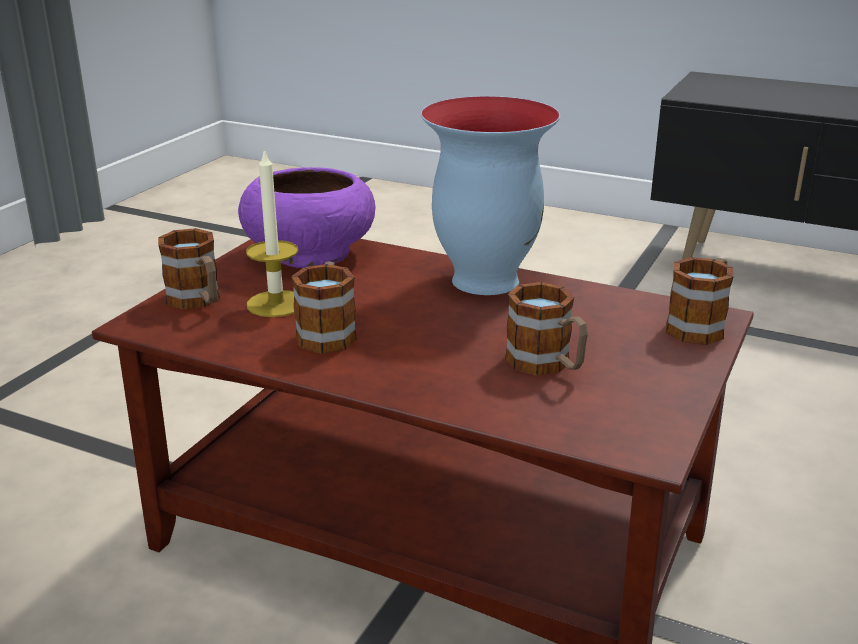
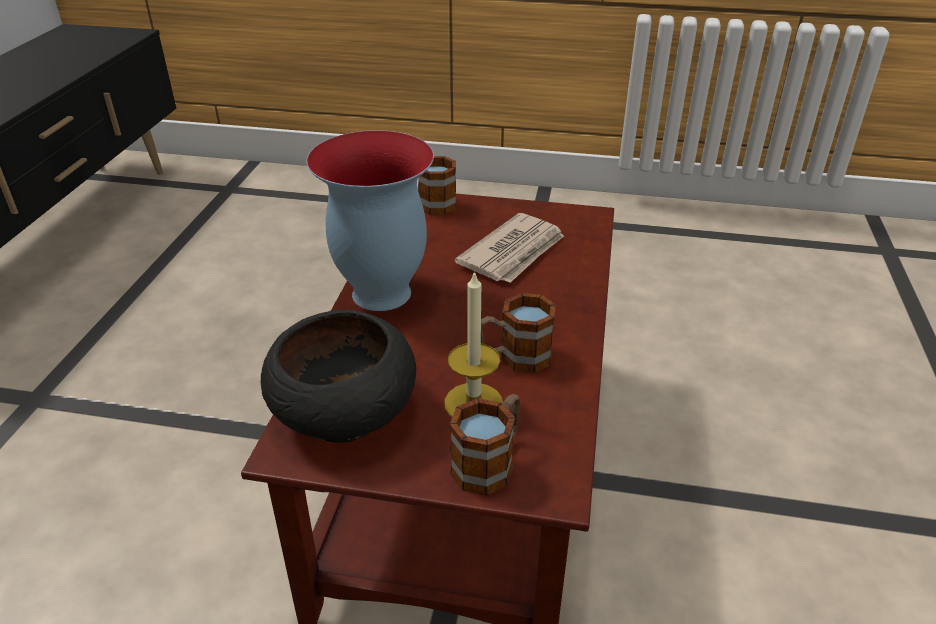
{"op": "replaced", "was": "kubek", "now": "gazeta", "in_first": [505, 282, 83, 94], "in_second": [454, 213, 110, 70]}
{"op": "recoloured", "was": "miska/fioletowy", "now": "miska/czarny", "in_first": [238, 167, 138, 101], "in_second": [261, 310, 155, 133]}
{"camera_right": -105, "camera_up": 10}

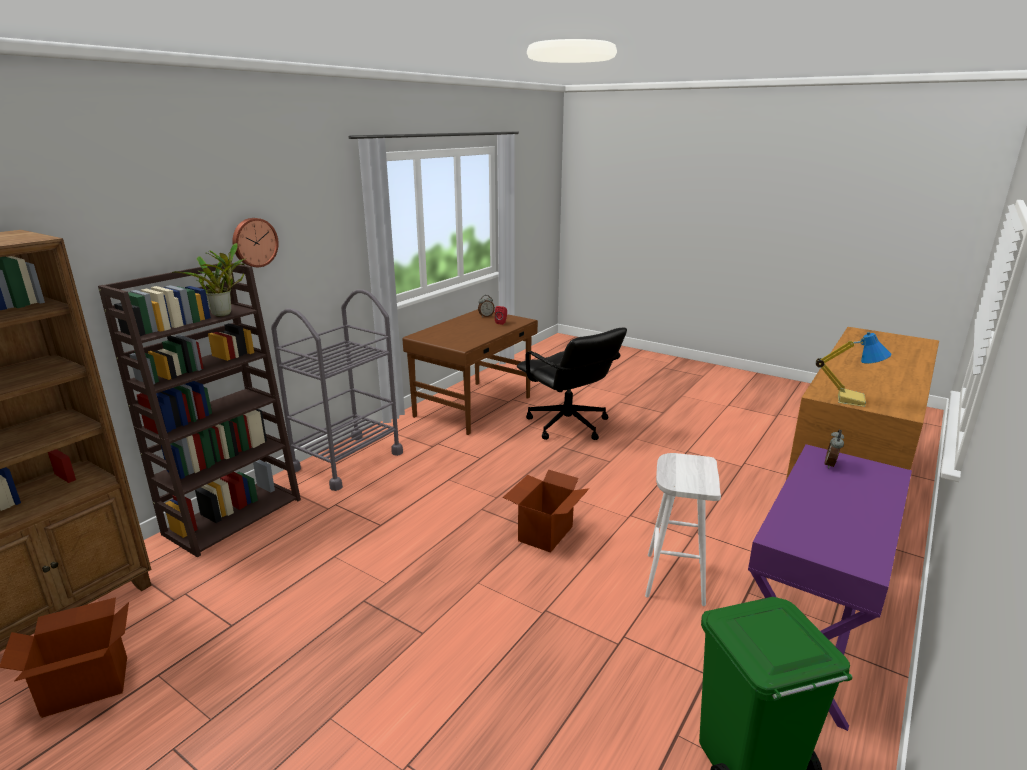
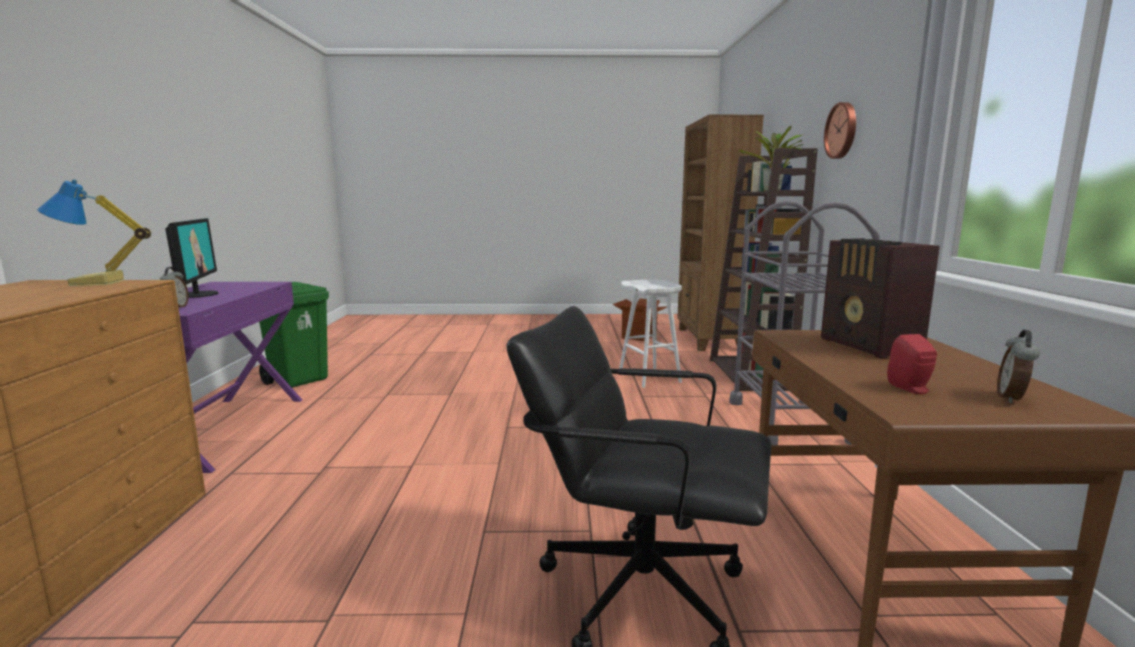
{"op": "removed", "was": "karton", "in_first": [503, 469, 86, 84]}
{"op": "added", "now": "monitor", "in_second": [165, 218, 53, 80]}
{"op": "added", "now": "radio", "in_second": [821, 238, 119, 120]}
{"op": "moved", "was": "stołek/biały", "in_first": [645, 453, 76, 153], "in_second": [619, 279, 63, 109]}
{"camera_right": 145, "camera_up": -10}

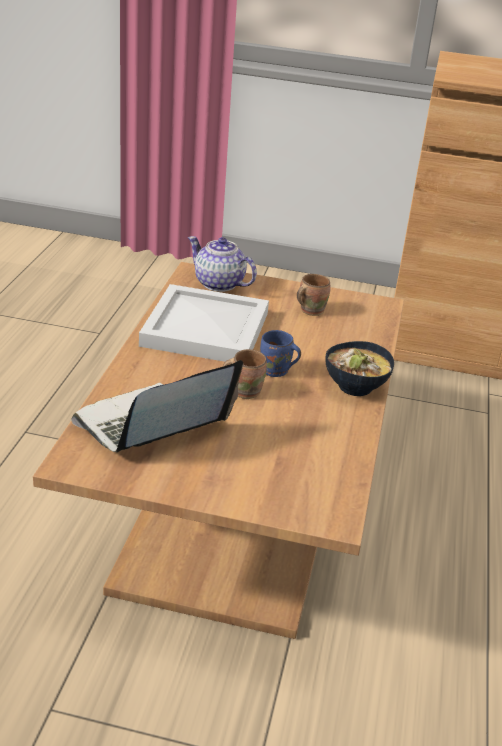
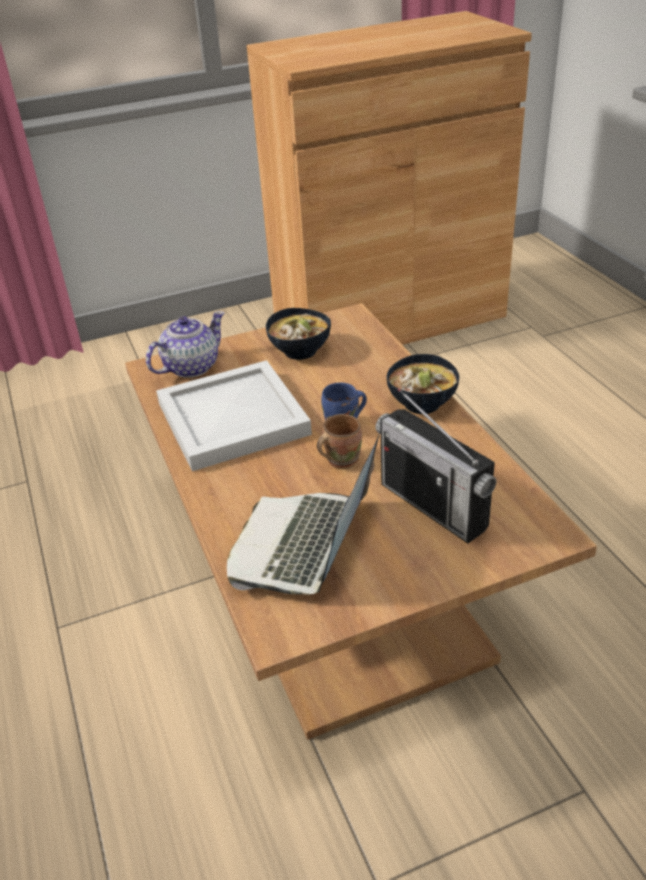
{"op": "added", "now": "radio", "in_second": [375, 388, 121, 155]}
{"op": "replaced", "was": "kubek/brązowy", "now": "miska", "in_first": [297, 274, 33, 42], "in_second": [266, 308, 65, 52]}
{"op": "turned", "was": "imbryk", "in_first": [188, 236, 69, 56], "in_second": [146, 311, 78, 67], "clockwise": 135}
{"camera_right": -30, "camera_up": 5}

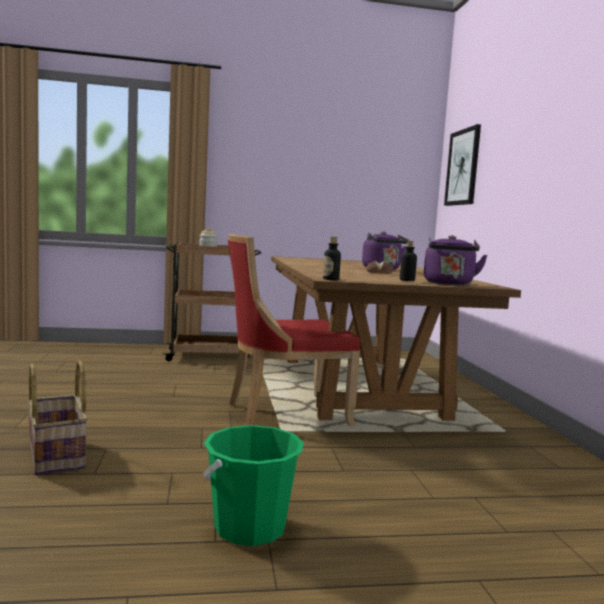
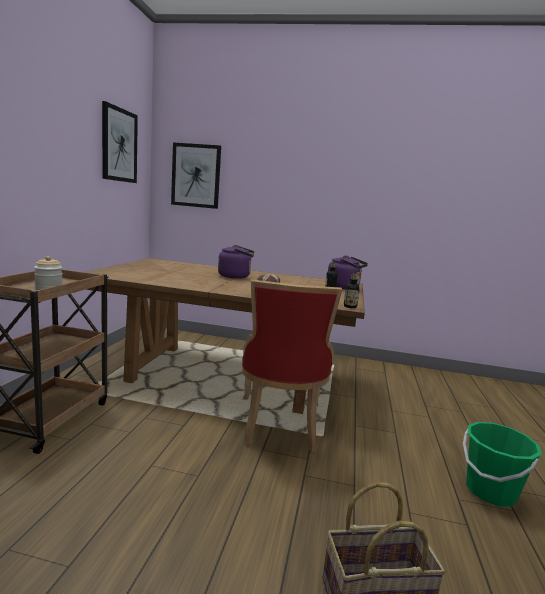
{"op": "added", "now": "obraz", "in_second": [102, 101, 36, 82]}
{"camera_right": -70, "camera_up": 5}

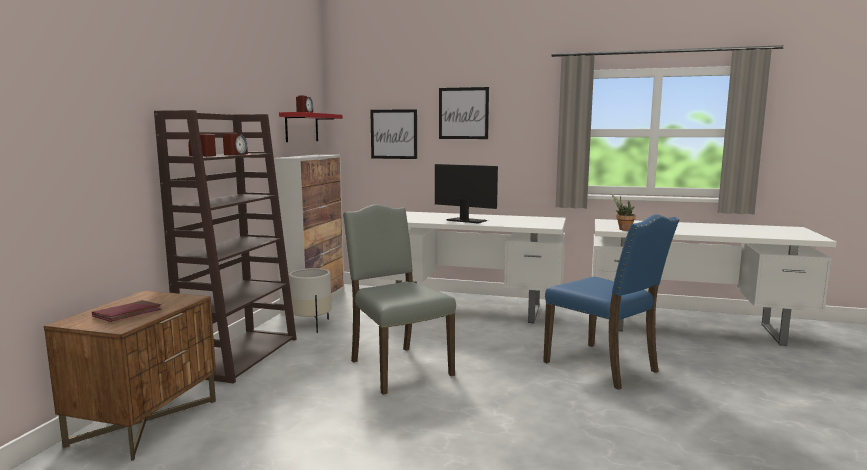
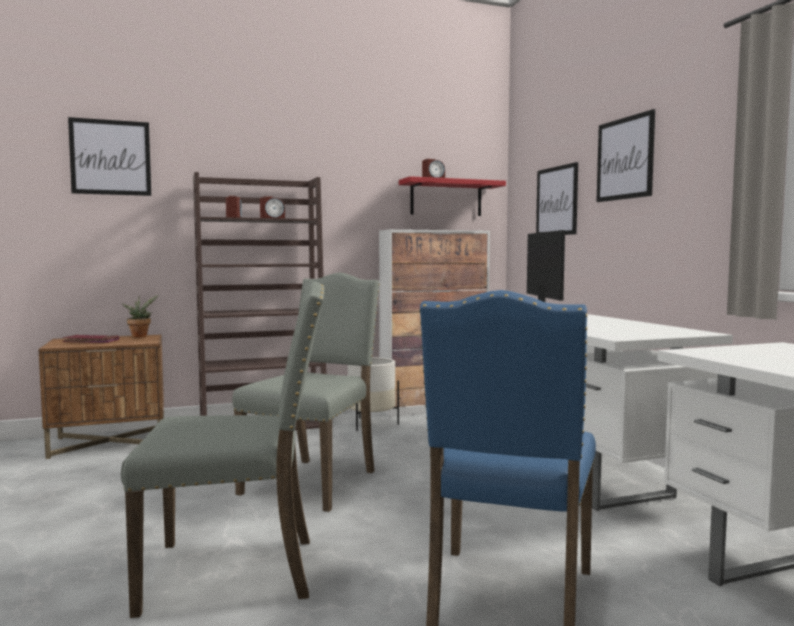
{"op": "added", "now": "obraz", "in_second": [68, 117, 83, 79]}
{"op": "added", "now": "krzesło/szary", "in_second": [121, 282, 203, 336]}
{"op": "moved", "was": "roślina doniczkowa", "in_first": [612, 194, 24, 37], "in_second": [122, 295, 37, 43]}
{"camera_right": 55, "camera_up": -5}

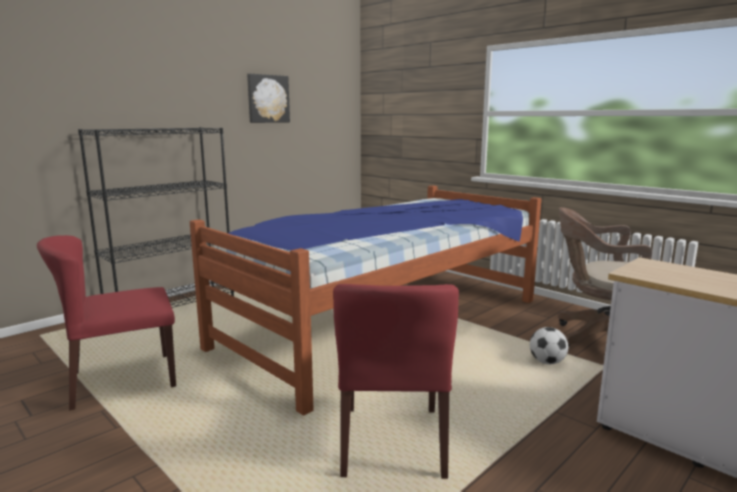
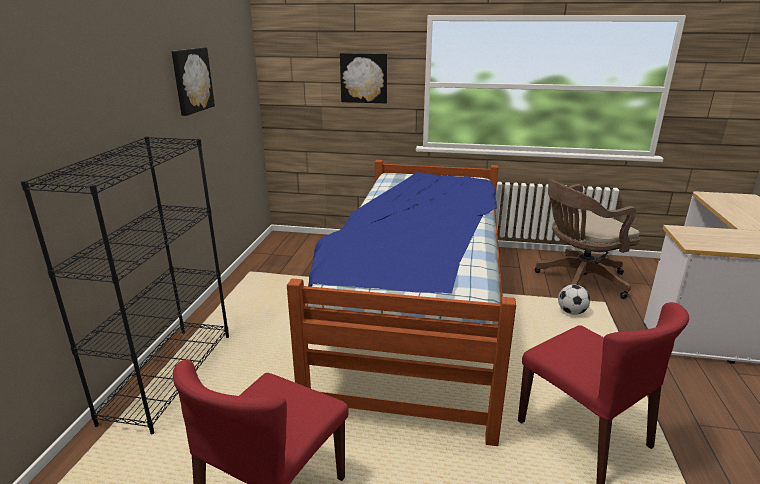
{"op": "added", "now": "obraz", "in_second": [340, 53, 47, 51]}
{"camera_right": -35, "camera_up": 10}

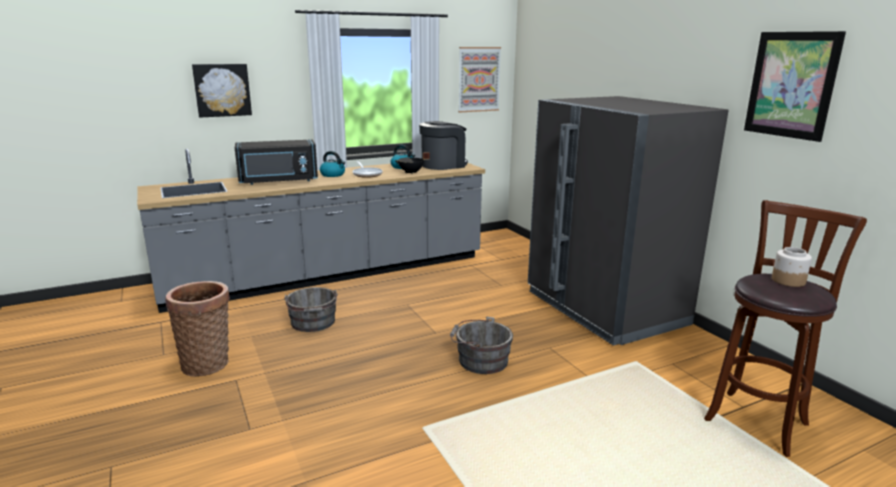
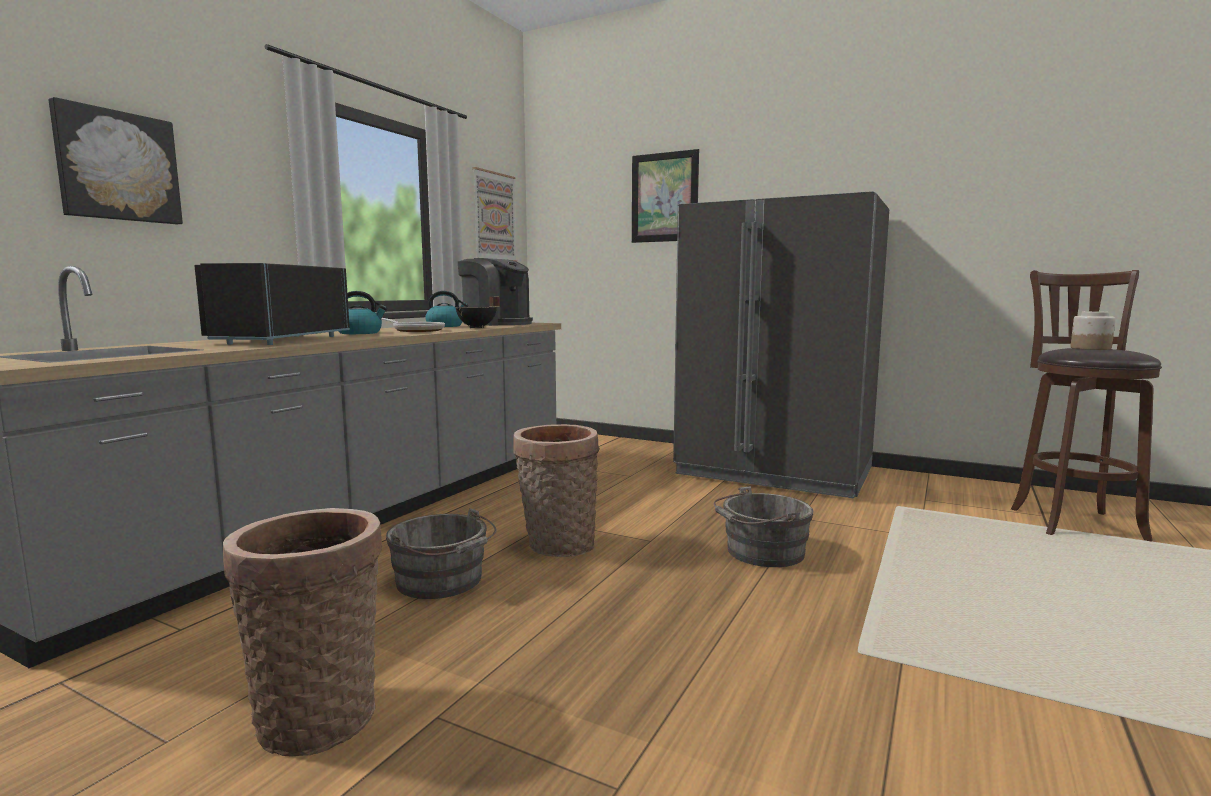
{"op": "added", "now": "koszyk", "in_second": [513, 424, 87, 133]}
{"op": "moved", "was": "obraz", "in_first": [744, 31, 102, 111], "in_second": [632, 149, 67, 94]}
{"op": "turned", "was": "mikrofalówka/czarny", "in_first": [235, 139, 83, 46], "in_second": [194, 263, 156, 82], "clockwise": 150}
{"op": "turned", "was": "ekspres do kawy", "in_first": [419, 121, 49, 49], "in_second": [458, 258, 75, 68], "clockwise": 105}
{"camera_right": -35, "camera_up": -10}

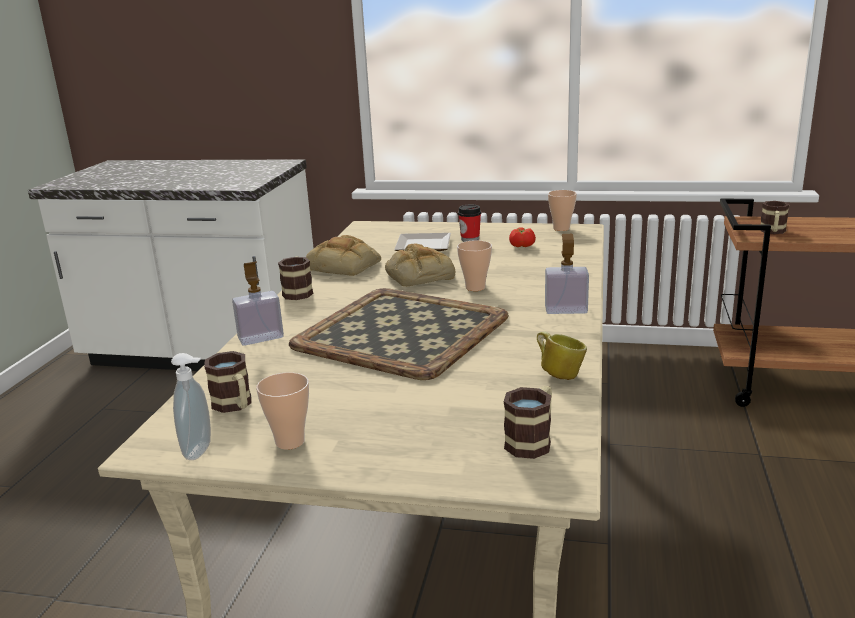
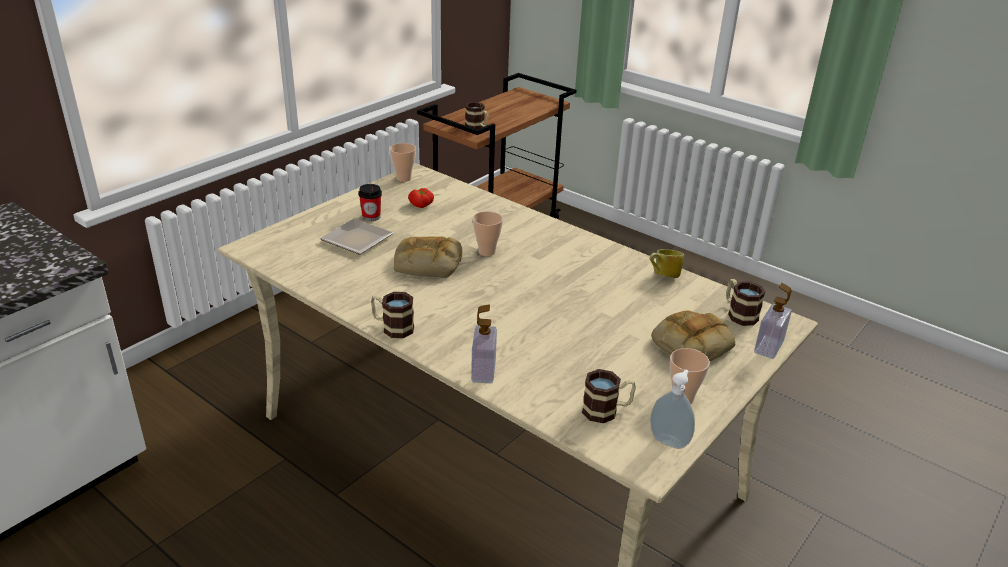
{"op": "removed", "was": "taca", "in_first": [289, 288, 220, 92]}
{"op": "moved", "was": "chleb", "in_first": [306, 235, 75, 41], "in_second": [651, 310, 84, 51]}
{"op": "moved", "was": "dozownik mydła", "in_first": [545, 234, 44, 80], "in_second": [754, 283, 37, 76]}
{"camera_right": -65, "camera_up": 10}

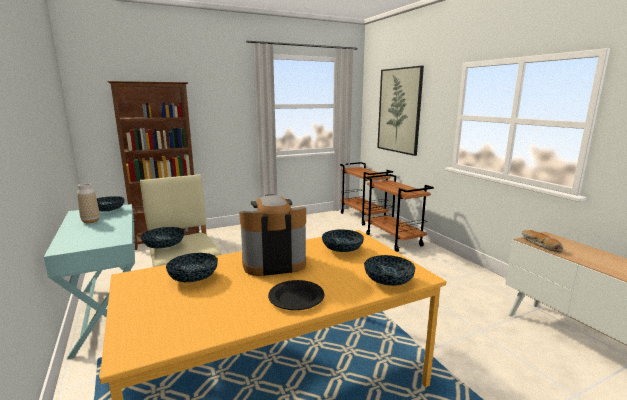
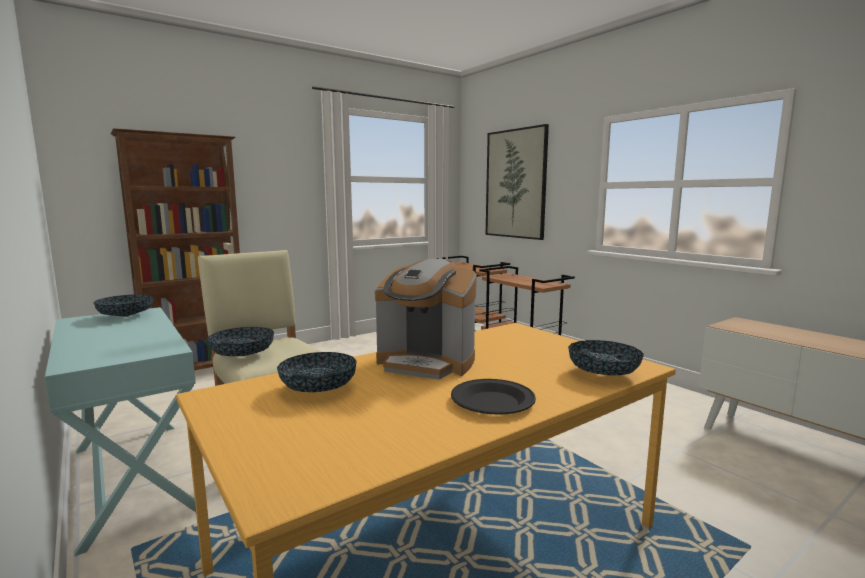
{"op": "removed", "was": "wazon", "in_first": [77, 183, 23, 40]}
{"op": "removed", "was": "miska", "in_first": [322, 230, 42, 22]}
{"op": "removed", "was": "chleb", "in_first": [522, 230, 41, 22]}
{"op": "turned", "was": "ekspres do kawy", "in_first": [239, 194, 67, 82], "in_second": [375, 258, 102, 122], "clockwise": -135}
{"camera_right": -10, "camera_up": -5}

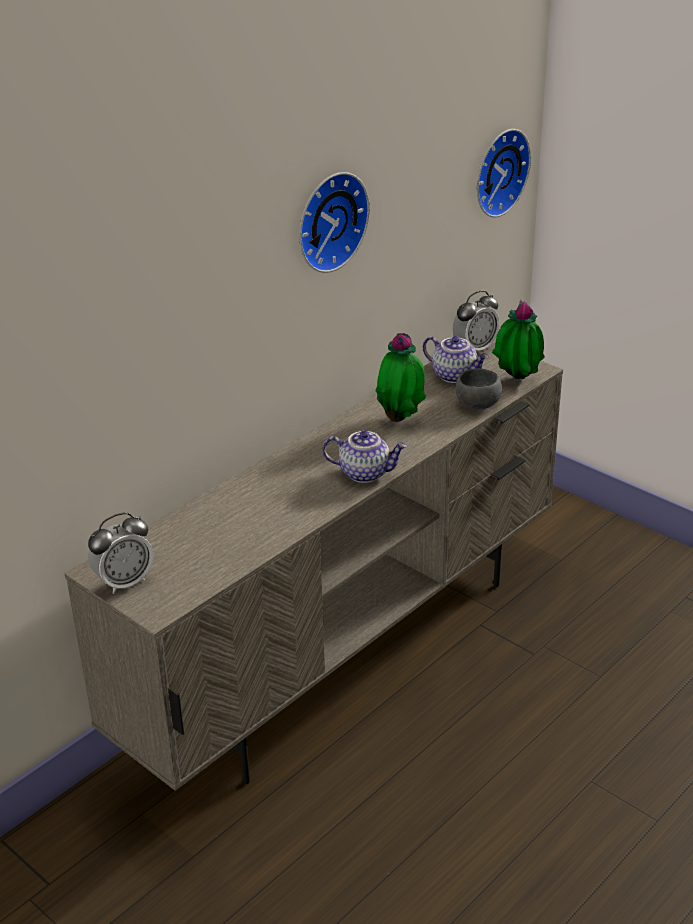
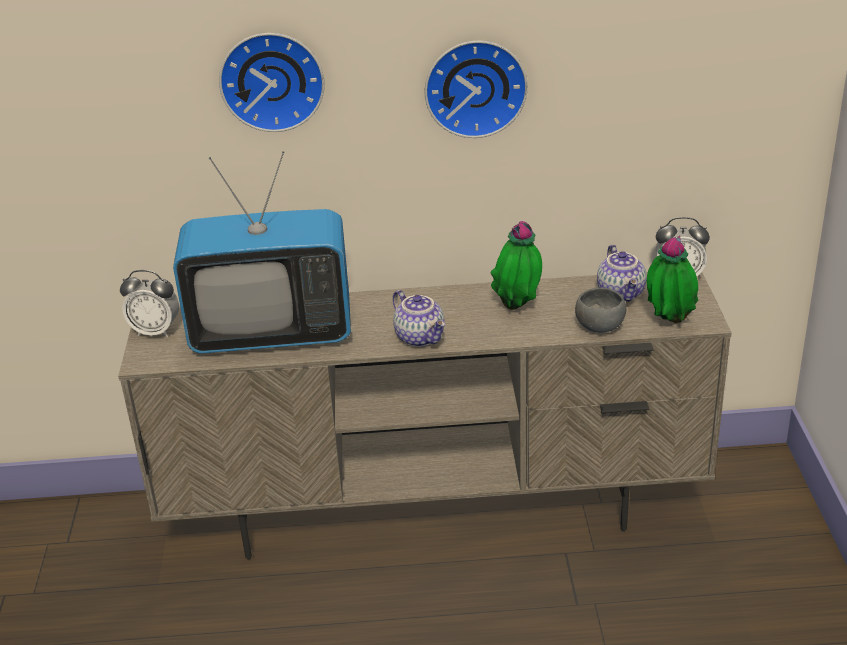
{"op": "added", "now": "telewizor", "in_second": [173, 151, 178, 202]}
{"op": "moved", "was": "zegar ścienny", "in_first": [477, 129, 54, 89], "in_second": [219, 33, 106, 99]}
{"camera_right": 45, "camera_up": 0}

